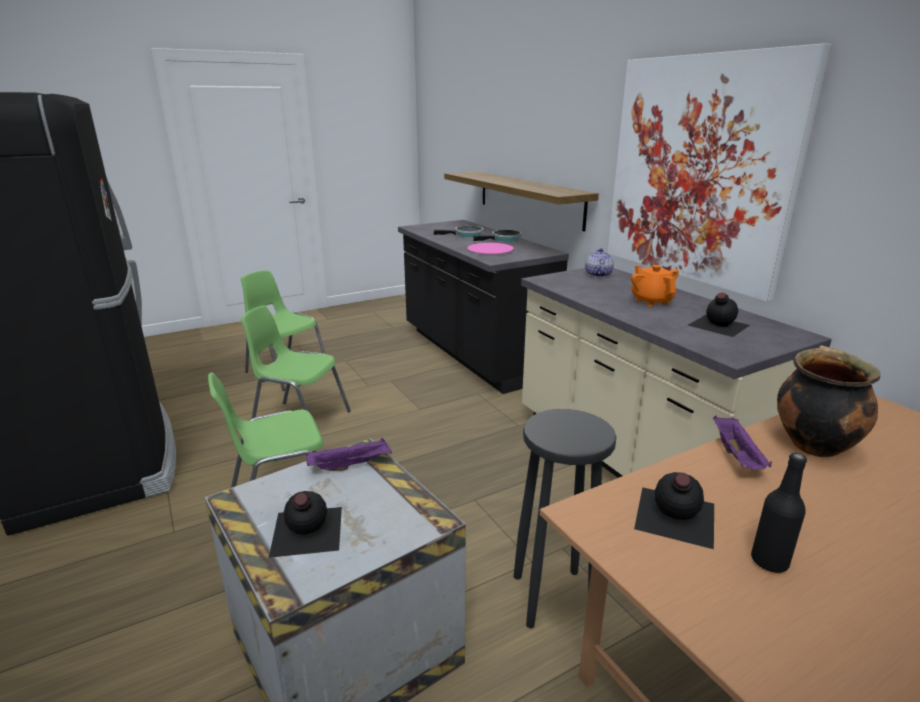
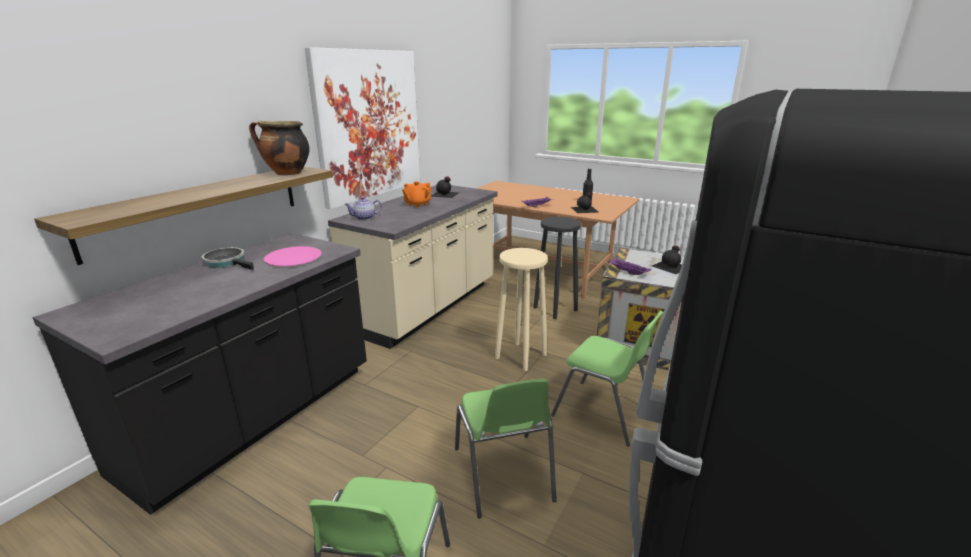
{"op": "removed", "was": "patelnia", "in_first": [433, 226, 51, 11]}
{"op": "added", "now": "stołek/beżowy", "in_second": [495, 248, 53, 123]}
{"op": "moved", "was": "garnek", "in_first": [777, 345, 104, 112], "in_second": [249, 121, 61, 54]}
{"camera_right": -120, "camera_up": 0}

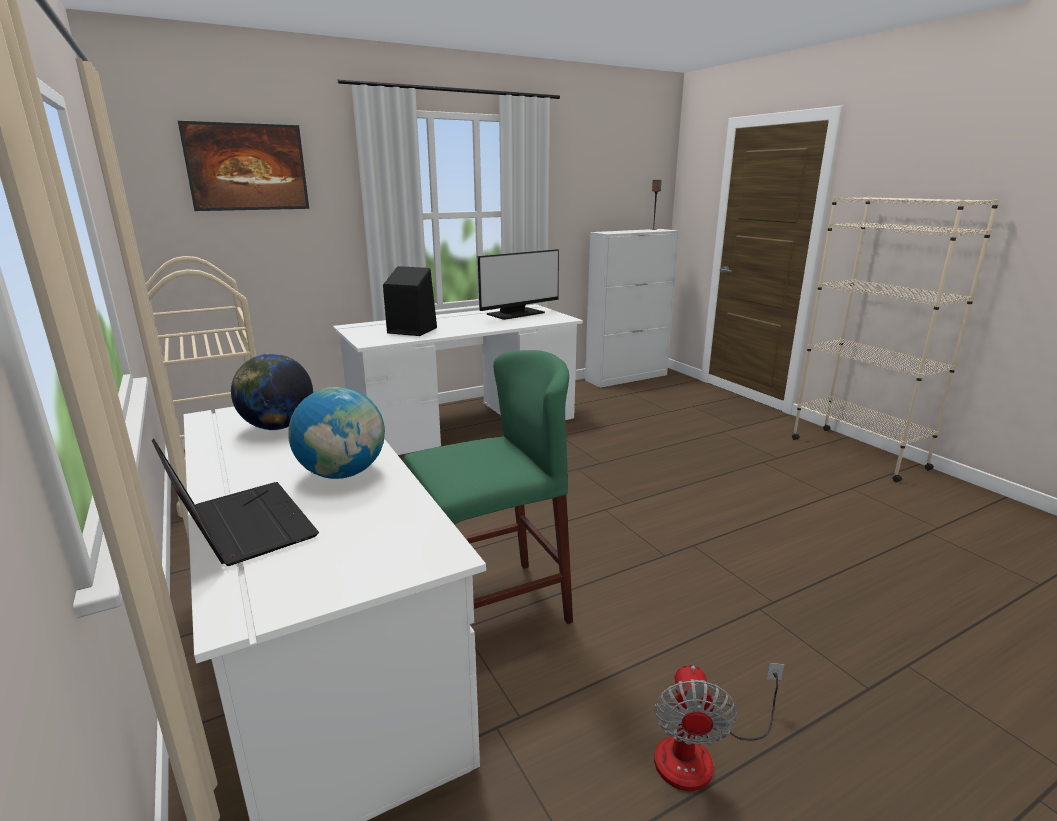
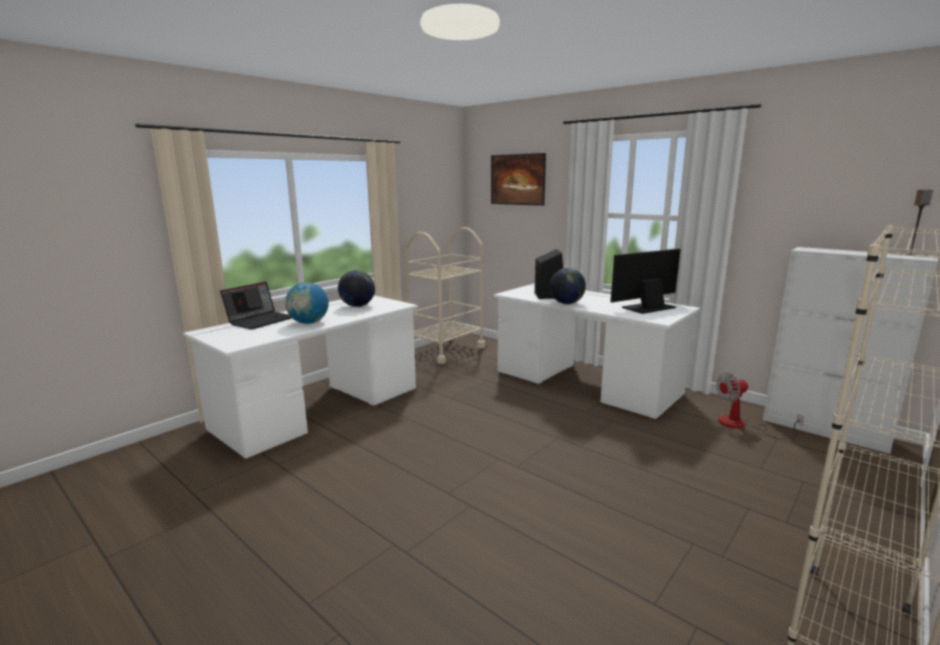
{"op": "removed", "was": "stołek/zielony", "in_first": [403, 350, 170, 274]}
{"op": "added", "now": "globus", "in_second": [549, 268, 37, 36]}
{"op": "moved", "was": "wentylator", "in_first": [654, 663, 130, 128], "in_second": [716, 373, 88, 66]}
{"op": "turned", "was": "monitor", "in_first": [478, 249, 81, 71], "in_second": [610, 249, 70, 65], "clockwise": 120}
{"camera_right": 70, "camera_up": -5}

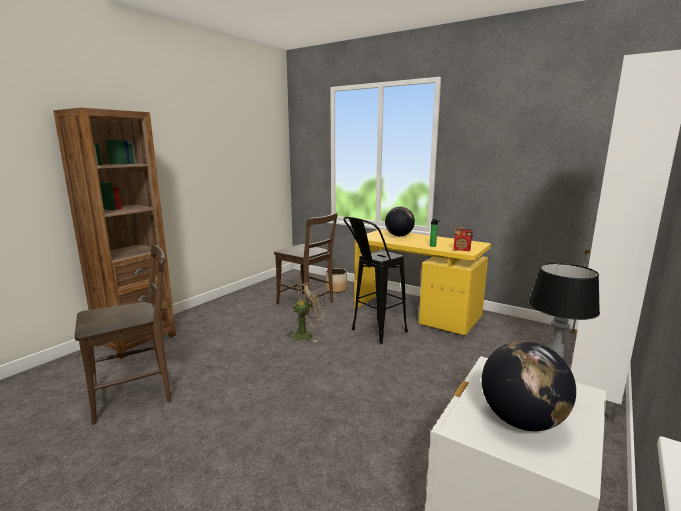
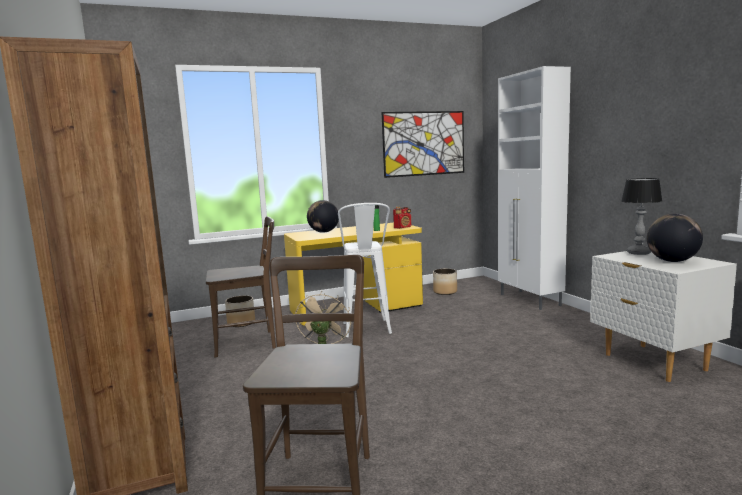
{"op": "added", "now": "obraz", "in_second": [382, 111, 82, 67]}
{"op": "added", "now": "donica", "in_second": [433, 269, 24, 26]}
{"op": "recoloured", "was": "stołek/czarny", "now": "stołek/biały", "in_first": [344, 217, 64, 127], "in_second": [338, 203, 54, 134]}
{"camera_right": -55, "camera_up": -5}

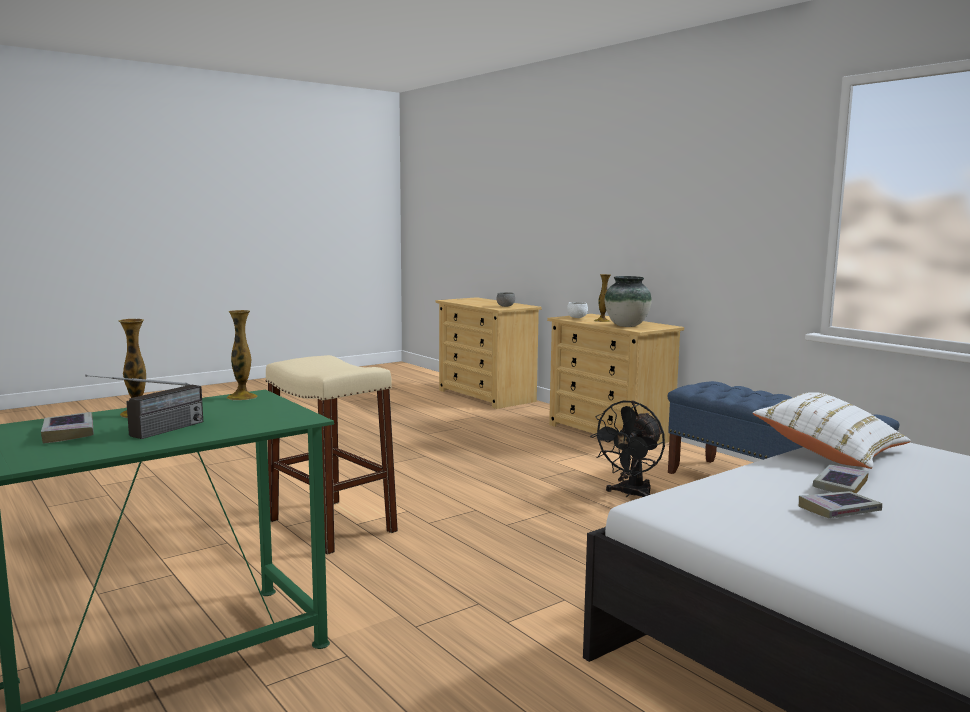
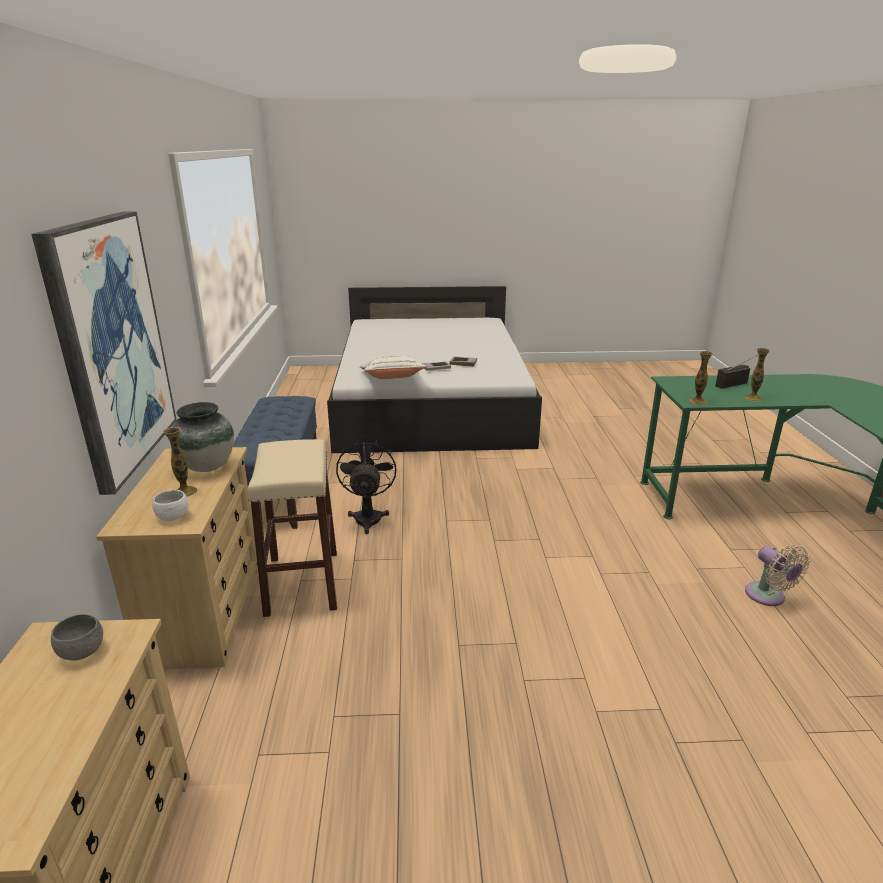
{"op": "removed", "was": "książka", "in_first": [41, 412, 53, 32]}
{"op": "added", "now": "obraz", "in_second": [31, 211, 145, 284]}
{"op": "added", "now": "wentylator/beżowy", "in_second": [745, 545, 65, 61]}
{"op": "moved", "was": "stołek/beżowy", "in_first": [266, 355, 132, 200], "in_second": [248, 439, 89, 178]}
{"op": "turned", "was": "wentylator/czarny", "in_first": [590, 400, 75, 97], "in_second": [336, 439, 60, 95], "clockwise": -75}
{"camera_right": -145, "camera_up": 15}

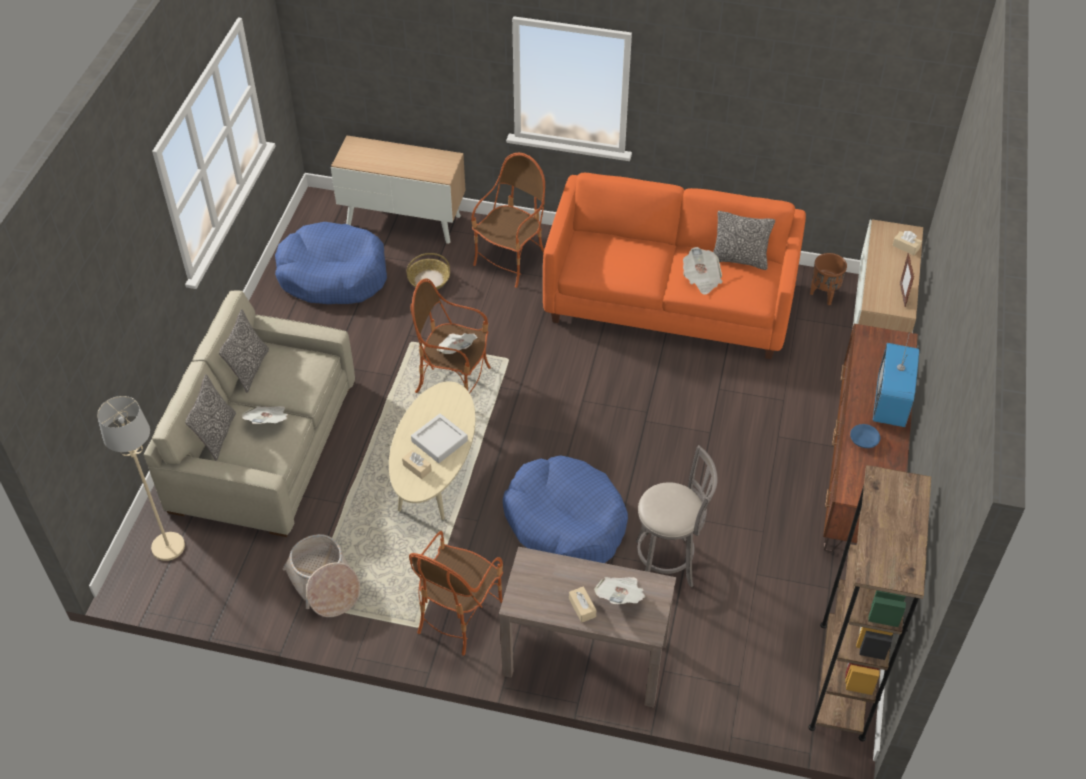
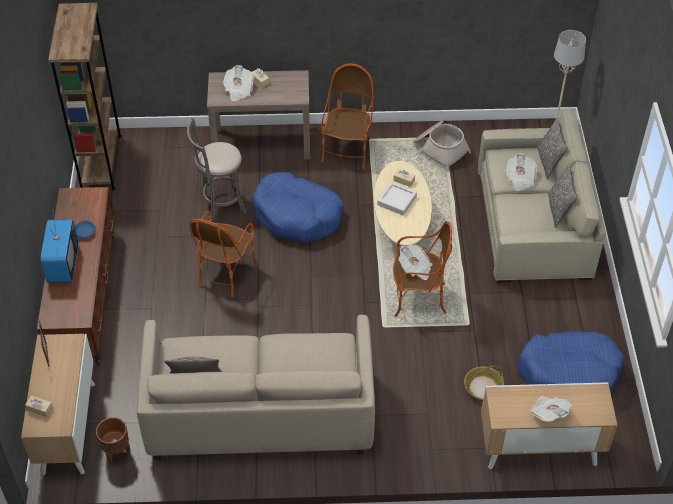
{"op": "moved", "was": "fotel", "in_first": [471, 153, 74, 135], "in_second": [190, 211, 67, 86]}
{"op": "moved", "was": "gazeta", "in_first": [683, 247, 40, 48], "in_second": [529, 396, 43, 25]}
{"op": "recoloured", "was": "kanapa/pomarańczowy", "now": "kanapa/beżowy", "in_first": [543, 173, 263, 186], "in_second": [137, 315, 238, 145]}
{"camera_right": 165, "camera_up": 0}

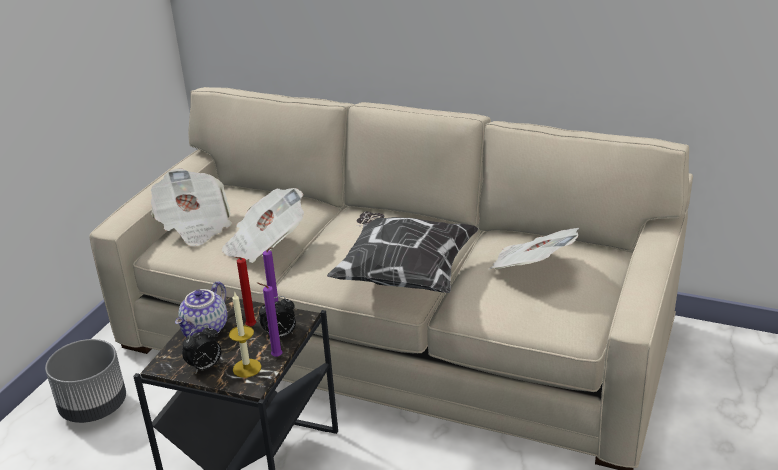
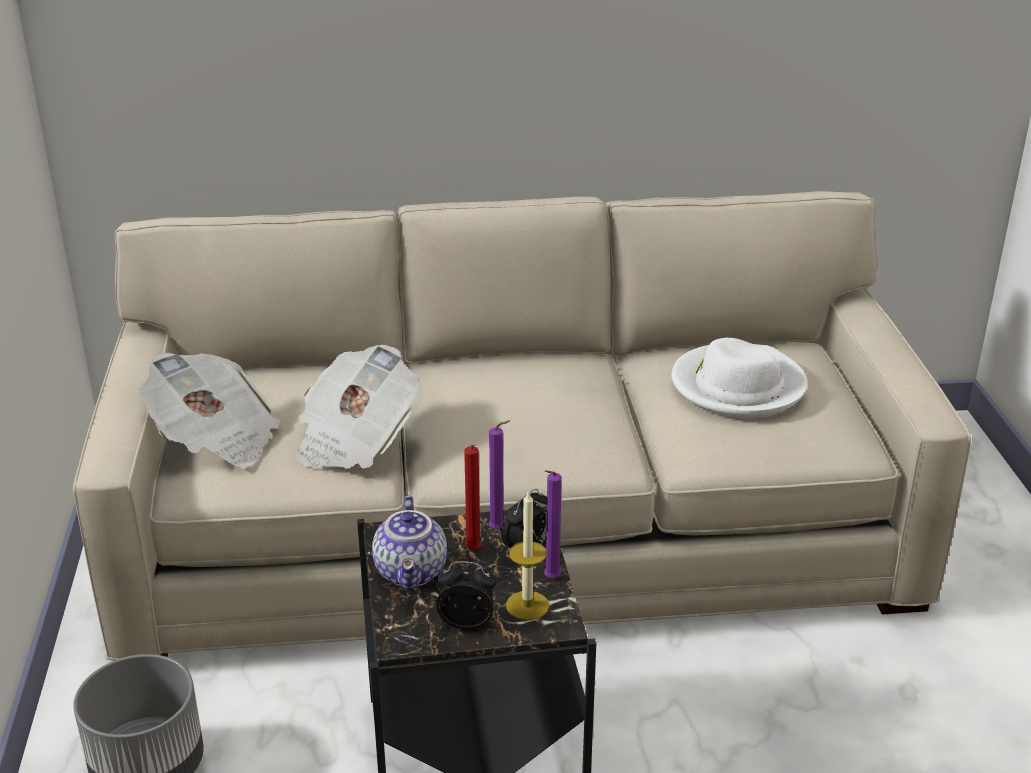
{"op": "removed", "was": "poduszka", "in_first": [327, 211, 152, 82]}
{"op": "replaced", "was": "gazeta", "now": "kapelusz/biały", "in_first": [489, 228, 90, 41], "in_second": [672, 338, 135, 80]}
{"op": "turned", "was": "budzik", "in_first": [182, 325, 39, 48], "in_second": [436, 561, 60, 69], "clockwise": -105}
{"camera_right": -30, "camera_up": 0}

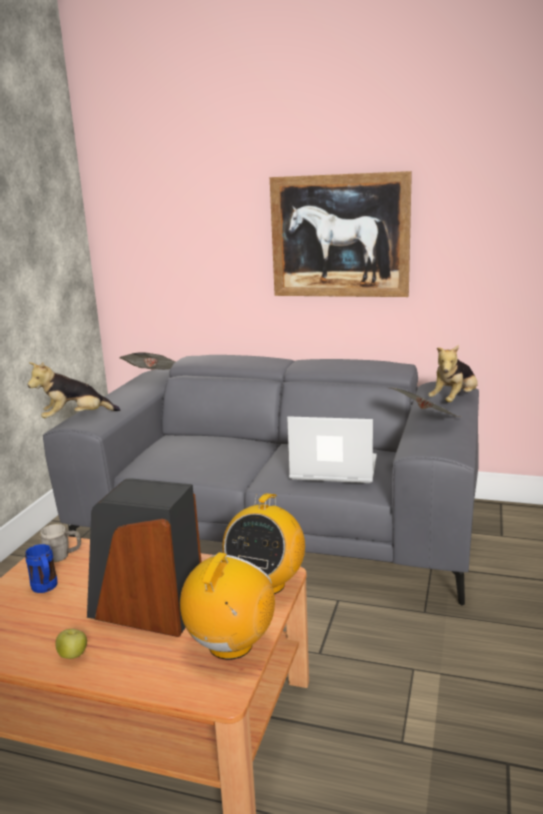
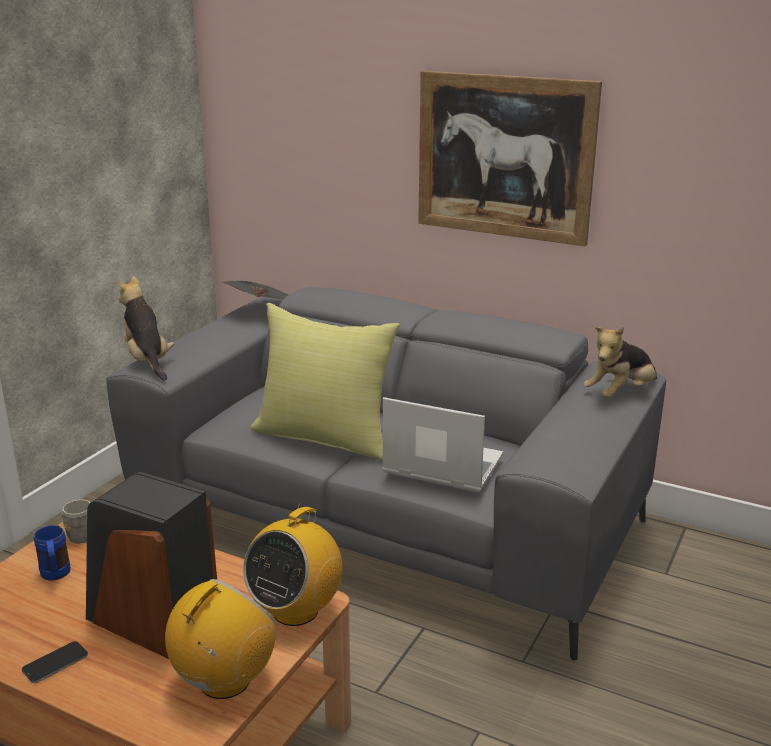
{"op": "removed", "was": "gazeta", "in_first": [390, 388, 71, 29]}
{"op": "added", "now": "poduszka/żółty", "in_second": [250, 303, 150, 158]}
{"op": "replaced", "was": "jabłko", "now": "telefon", "in_first": [55, 629, 32, 30], "in_second": [22, 641, 66, 42]}
{"op": "turned", "was": "pluszak", "in_first": [27, 362, 93, 56], "in_second": [117, 276, 57, 105], "clockwise": 75}
{"camera_right": 10, "camera_up": 5}

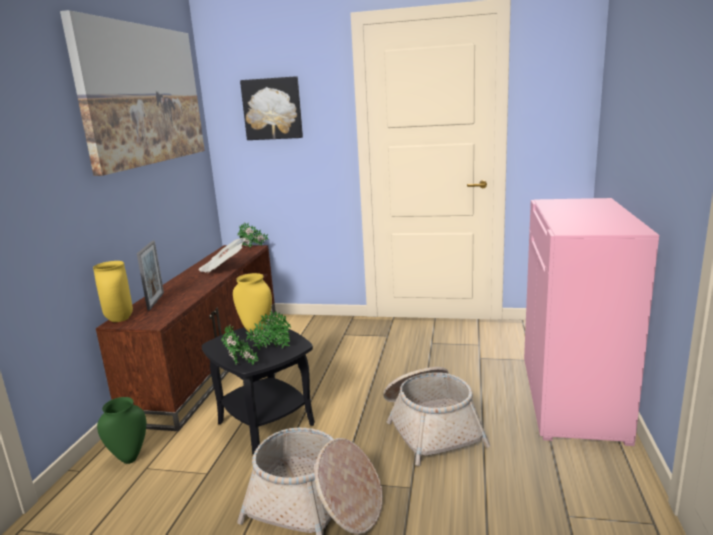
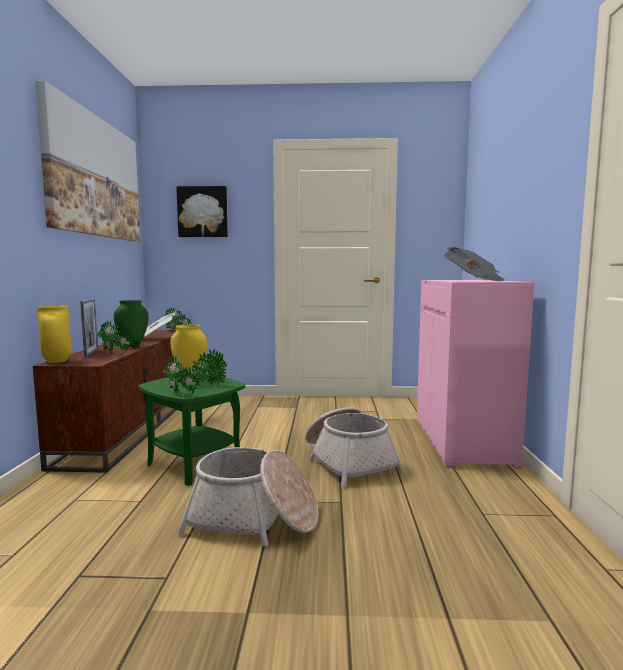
{"op": "added", "now": "roślina doniczkowa", "in_second": [98, 320, 35, 33]}
{"op": "added", "now": "gazeta", "in_second": [444, 247, 61, 34]}
{"op": "moved", "was": "wazon/zielony", "in_first": [97, 397, 49, 67], "in_second": [114, 300, 35, 48]}
{"op": "recoloured", "was": "stolik/czarny", "now": "stolik/zielony", "in_first": [202, 324, 113, 130], "in_second": [139, 375, 106, 111]}
{"camera_right": -10, "camera_up": -10}

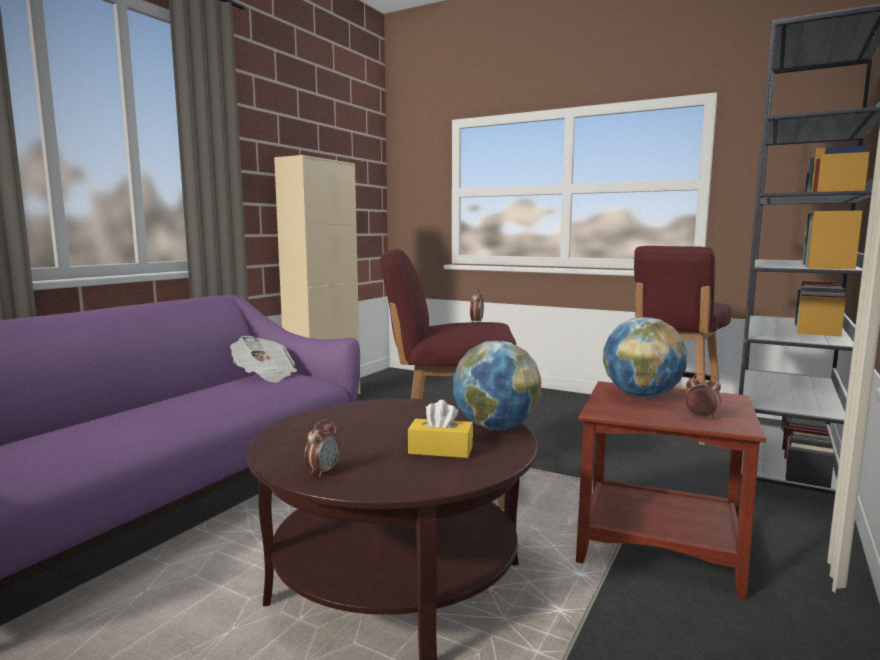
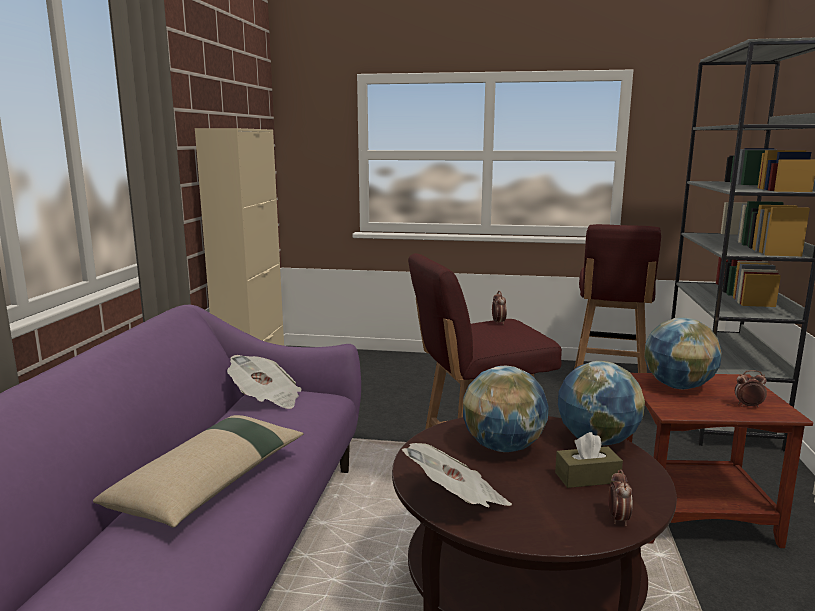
{"op": "added", "now": "poduszka/beżowy", "in_second": [93, 415, 210, 113]}
{"op": "added", "now": "gazeta", "in_second": [402, 443, 110, 65]}
{"op": "added", "now": "globus", "in_second": [463, 366, 86, 86]}
{"op": "moved", "was": "budzik", "in_first": [305, 419, 35, 58], "in_second": [608, 469, 25, 57]}
{"op": "recoloured", "was": "pudełko chusteczek/żółty", "now": "pudełko chusteczek/brązowy", "in_first": [408, 400, 65, 58], "in_second": [555, 432, 68, 56]}
{"camera_right": -20, "camera_up": 5}

